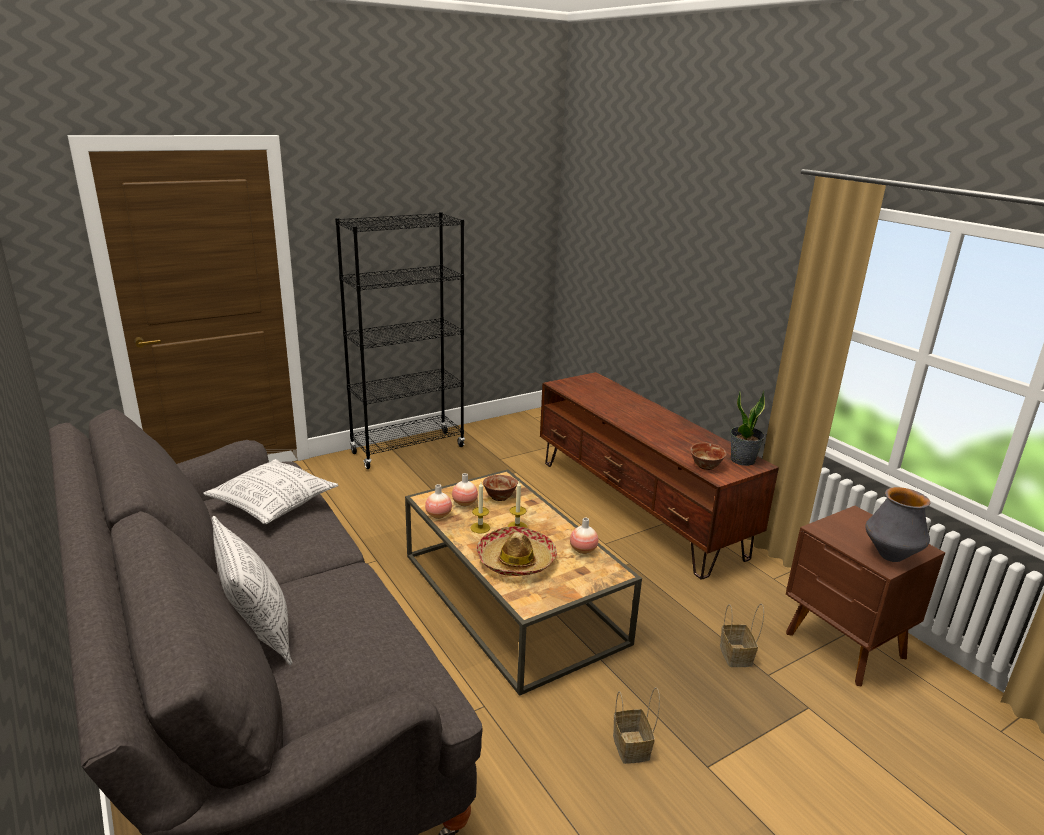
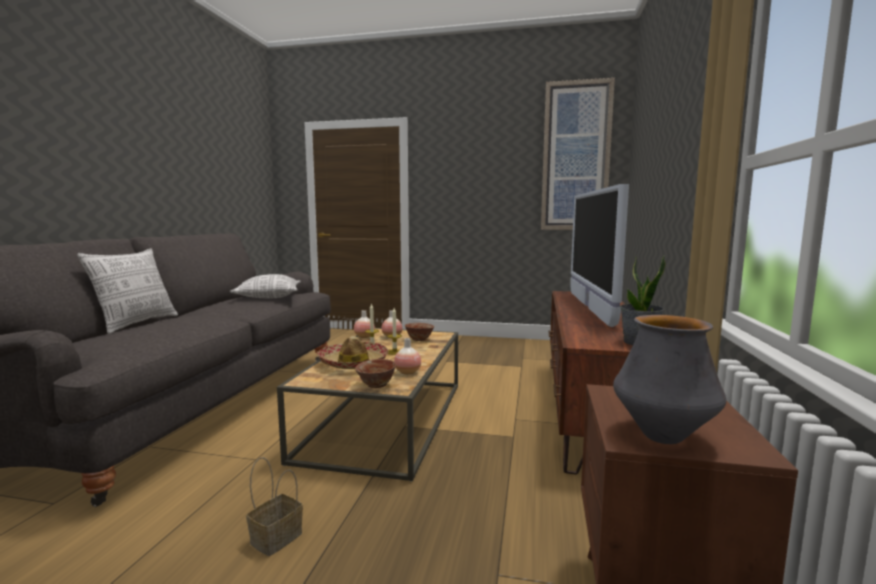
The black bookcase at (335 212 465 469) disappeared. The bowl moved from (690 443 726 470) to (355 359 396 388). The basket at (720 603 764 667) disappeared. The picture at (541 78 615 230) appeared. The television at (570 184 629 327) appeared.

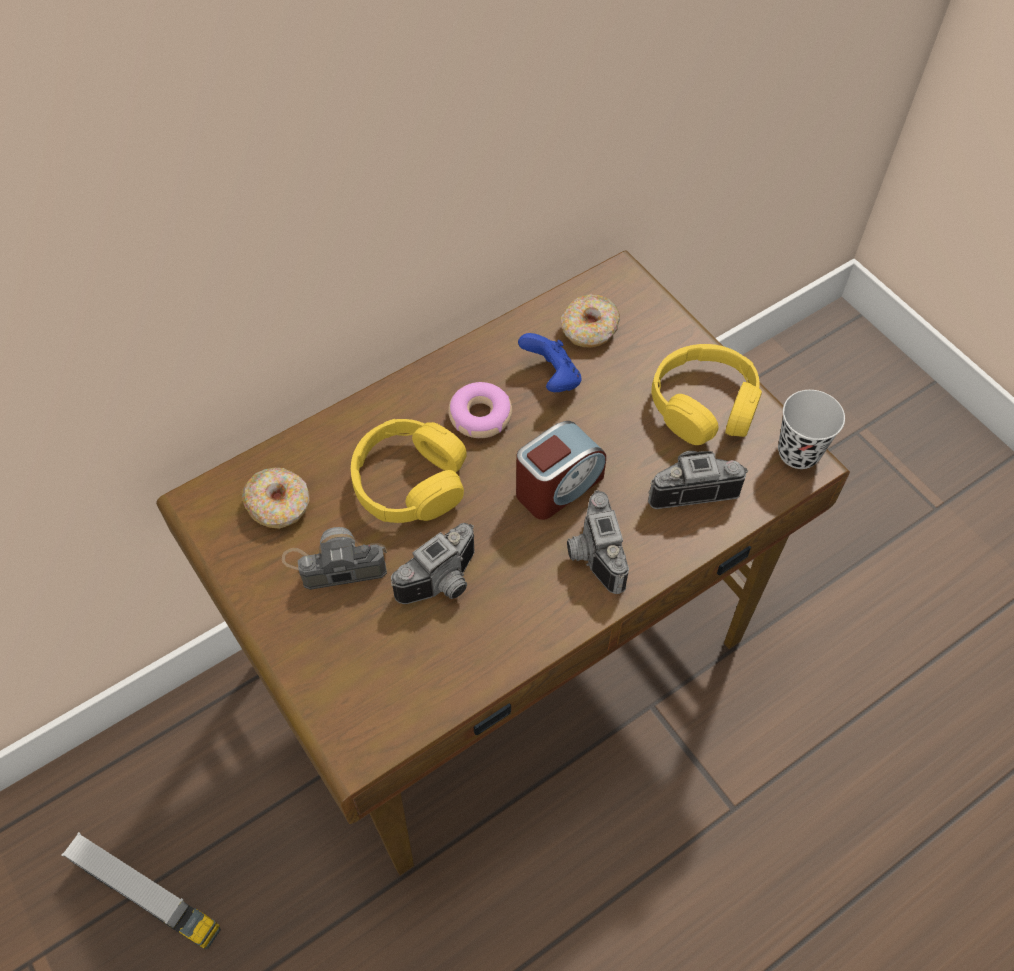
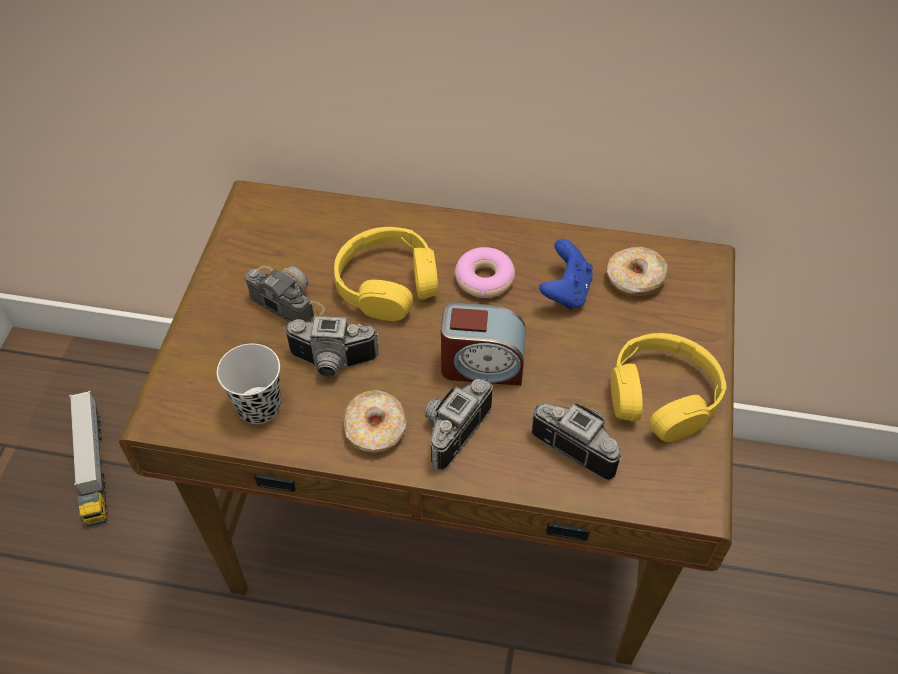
The black cup moved from (778 390 845 469) to (217 344 281 424). The donut moved from (242 468 310 529) to (343 390 406 454).

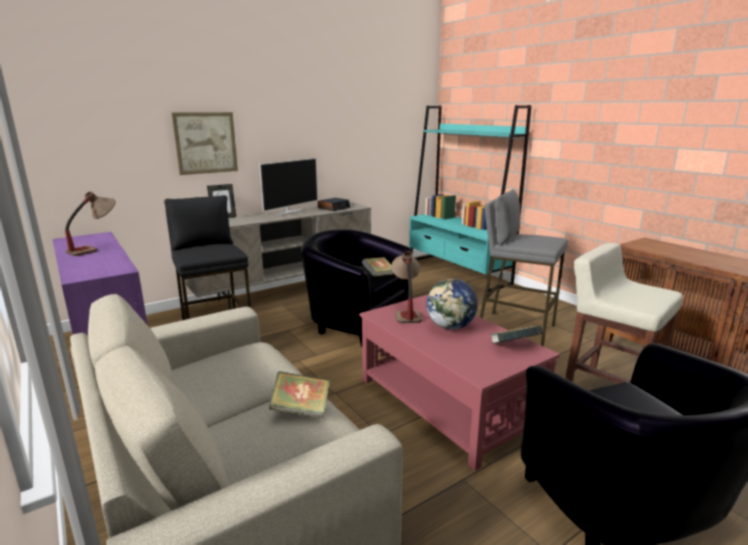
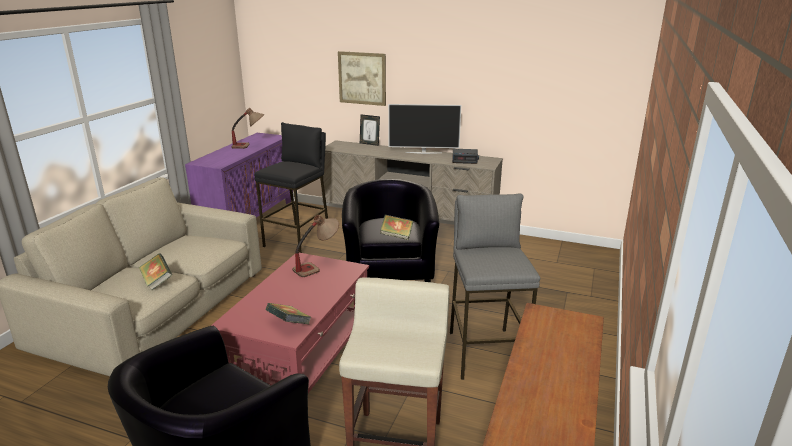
The turquoise bookcase at (409 105 532 292) disappeared. The globe at (426 279 478 330) disappeared.

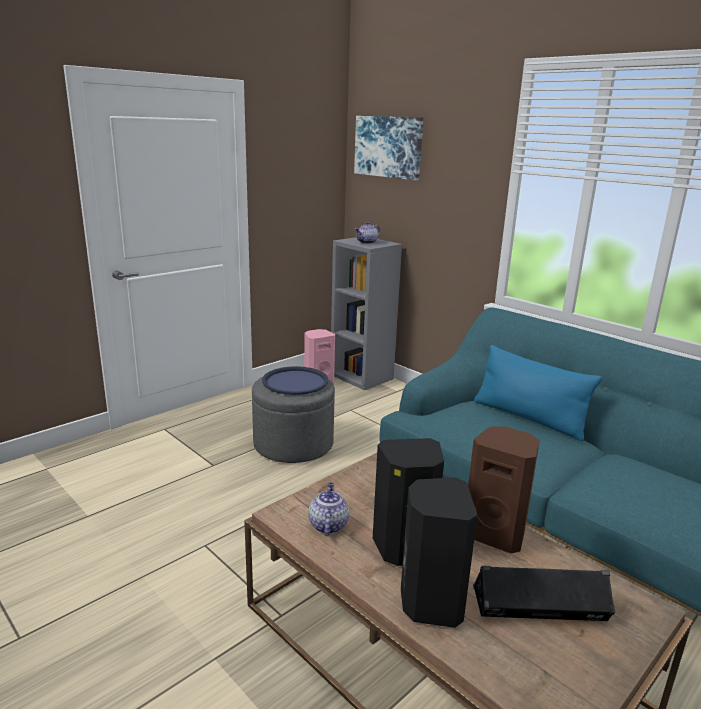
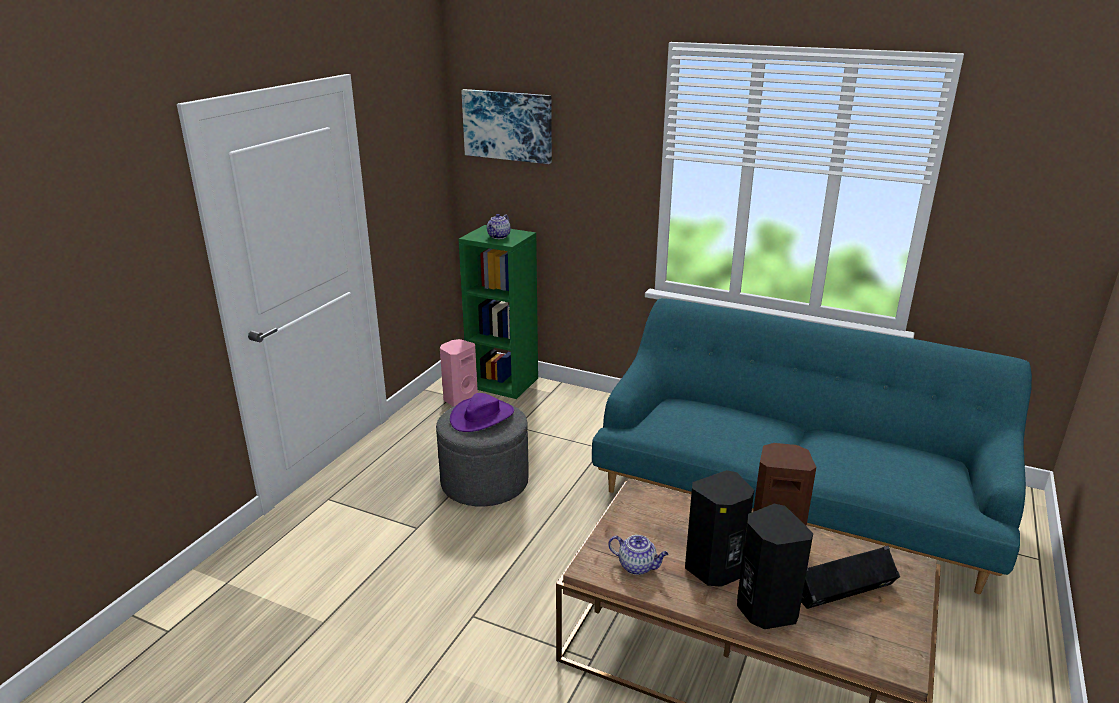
The grey bookcase at (331 237 402 390) became the green bookcase at (459 225 538 399). The blue pillow at (474 345 602 441) disappeared. The blue tray at (262 366 328 395) was replaced by the purple hat at (450 393 514 432). The teapot at (308 482 349 535) turned 135 degrees clockwise.

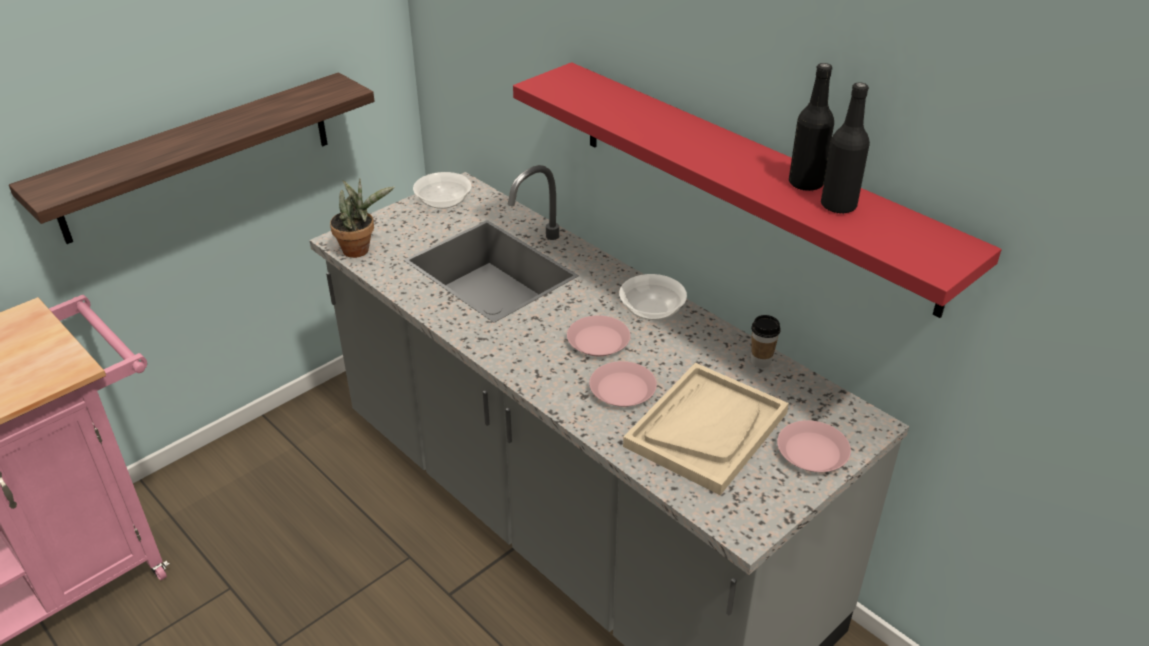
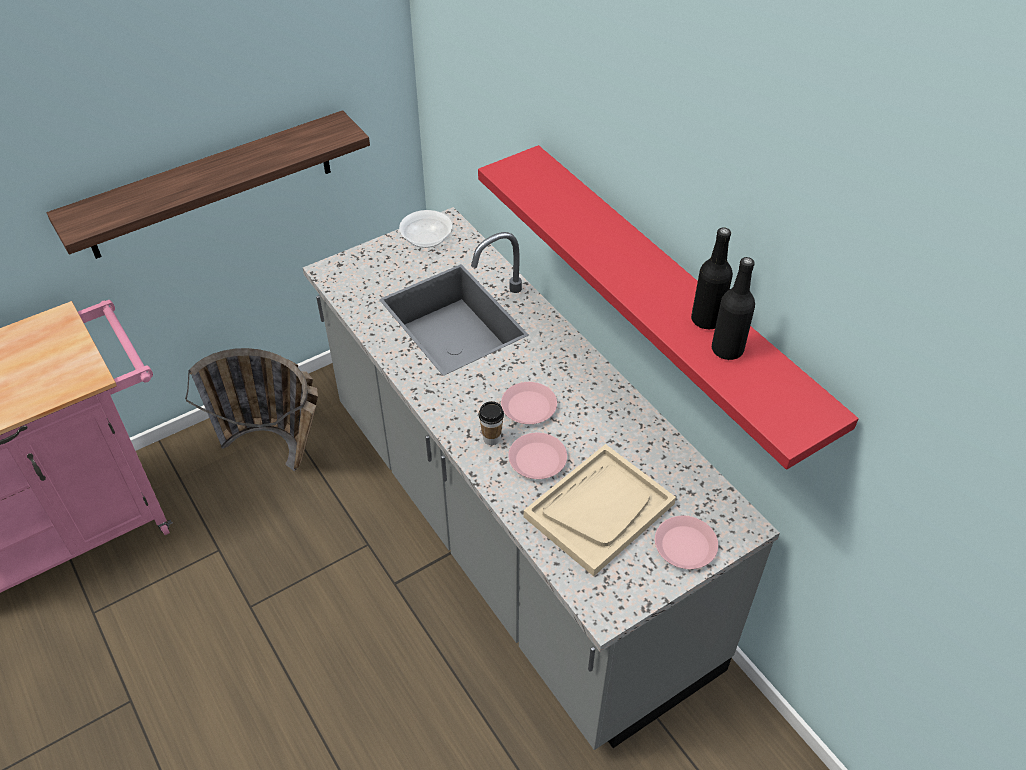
The potted plant at (330 178 395 258) disappeared. The bowl at (619 274 687 320) disappeared. The cup moved from (751 315 781 368) to (478 401 504 445). The basket at (185 348 318 471) appeared.

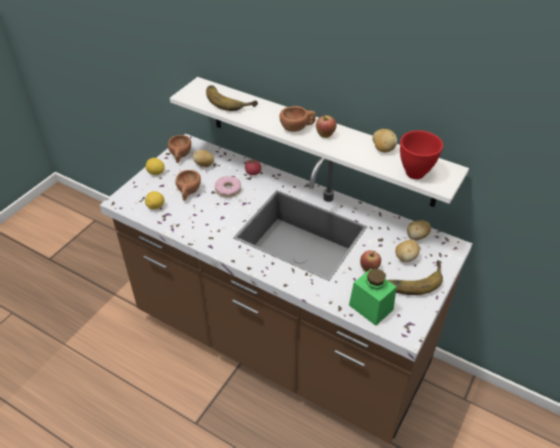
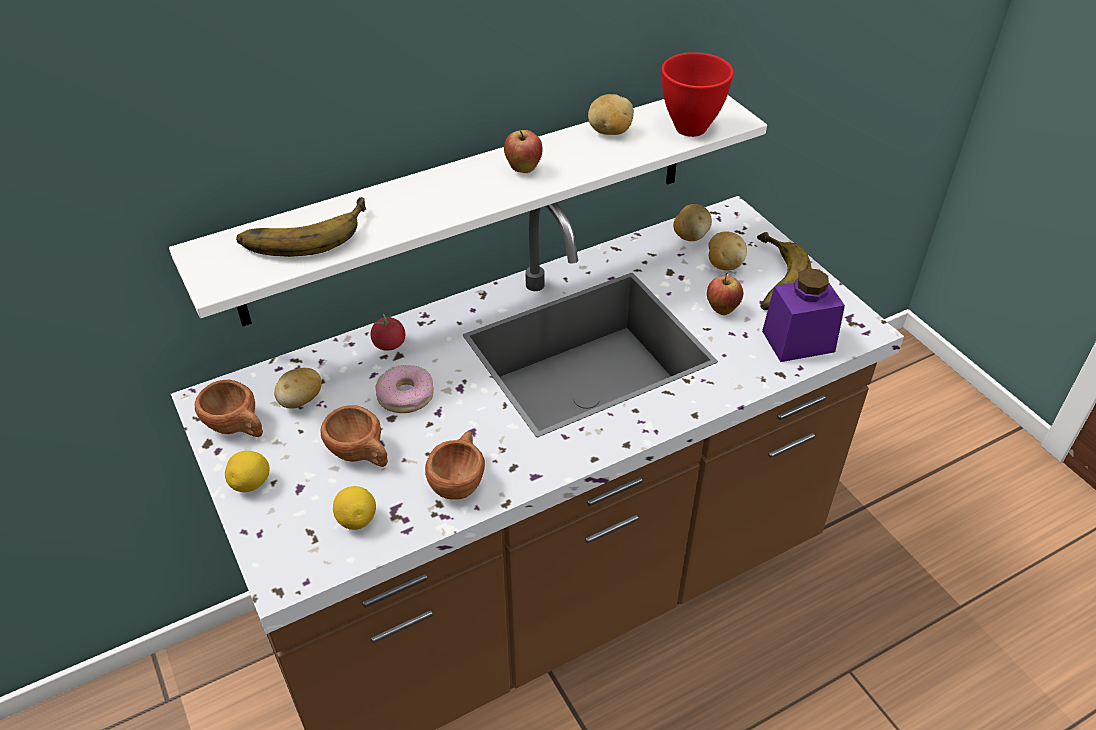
The brown cup moved from (279 106 316 132) to (425 431 485 500). The green jar at (349 269 397 326) became the purple jar at (762 268 845 362).

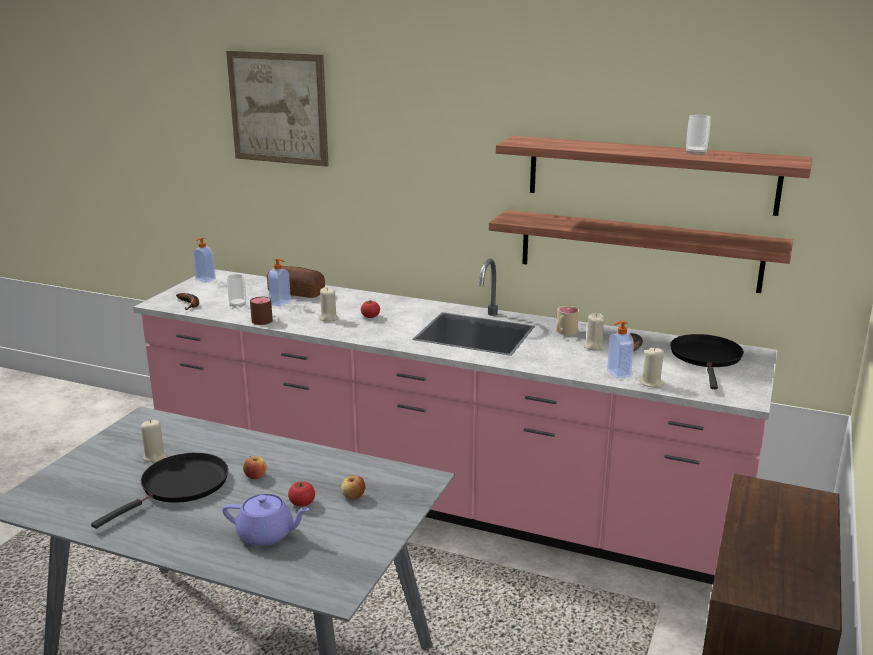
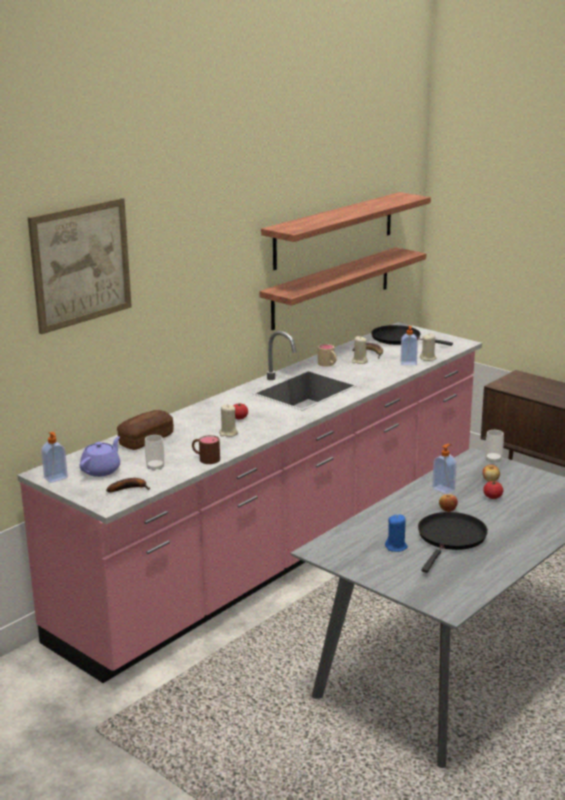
The cup moved from (686 115 711 155) to (485 430 504 463). The soap dispenser moved from (268 258 291 307) to (432 444 457 494). The beige candle at (141 419 167 463) became the blue candle at (385 514 408 552). The black frying pan at (91 453 228 529) turned 60 degrees clockwise. The purple teapot moved from (223 494 310 546) to (80 436 120 477).

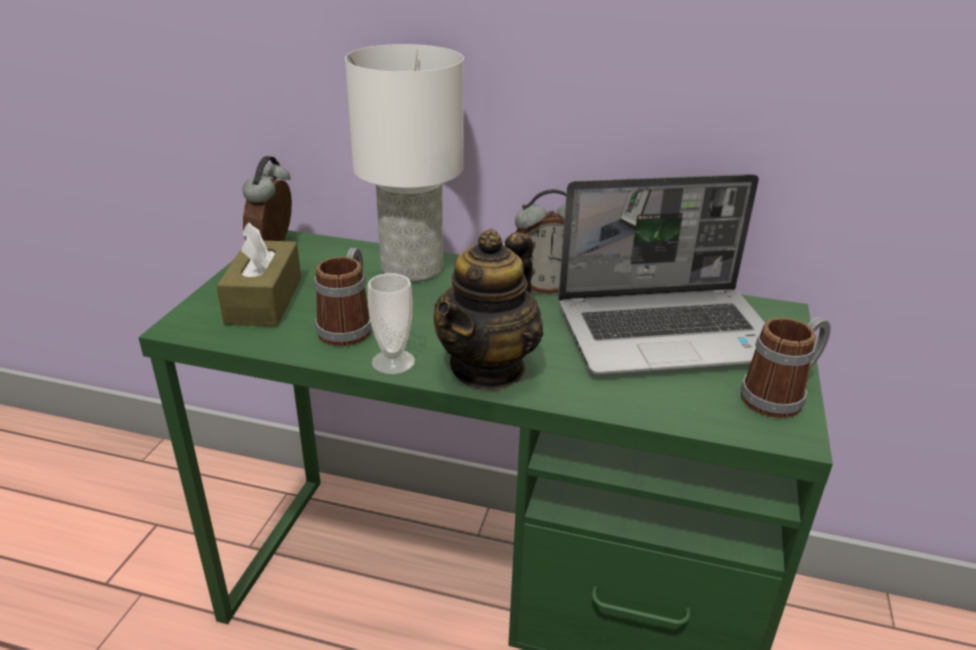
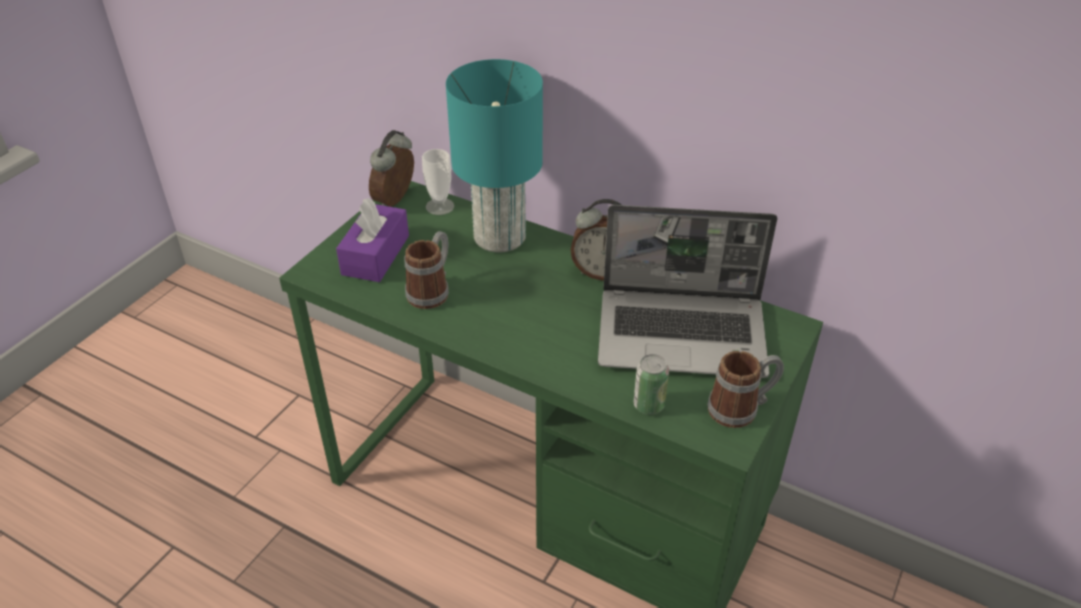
The white table lamp at (345 44 464 282) became the turquoise table lamp at (446 59 543 252). The brown tissue box at (217 222 301 326) became the purple tissue box at (336 198 409 282). The teapot at (434 229 544 391) disappeared. The cup moved from (367 273 415 375) to (422 149 454 215). The can at (634 354 669 415) appeared.

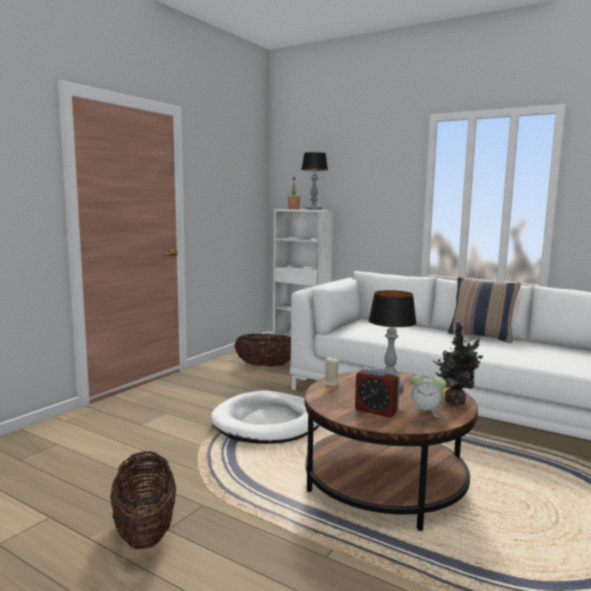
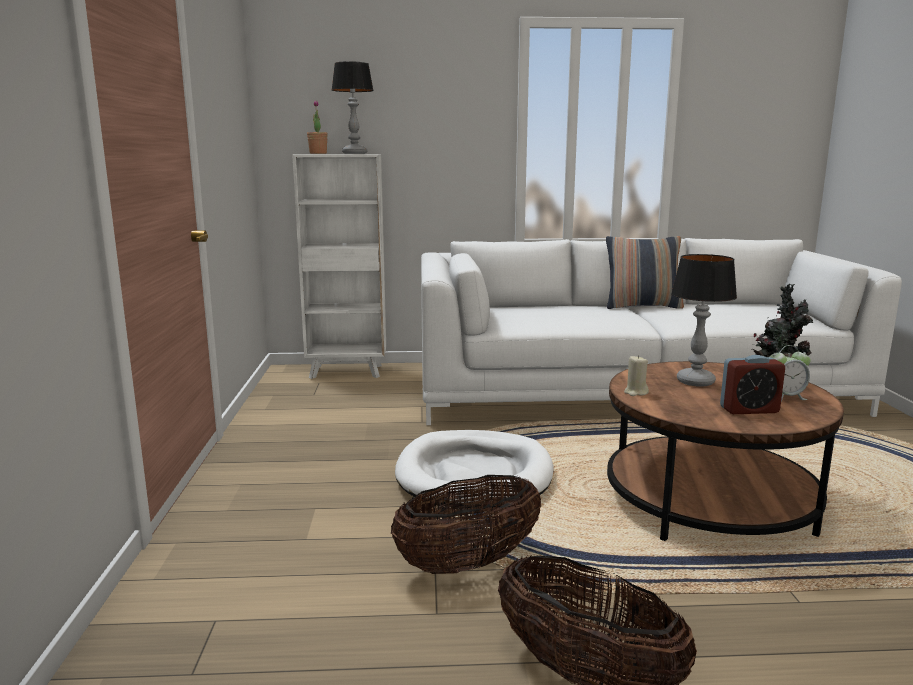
The basket moved from (234 334 291 367) to (391 475 541 574).

